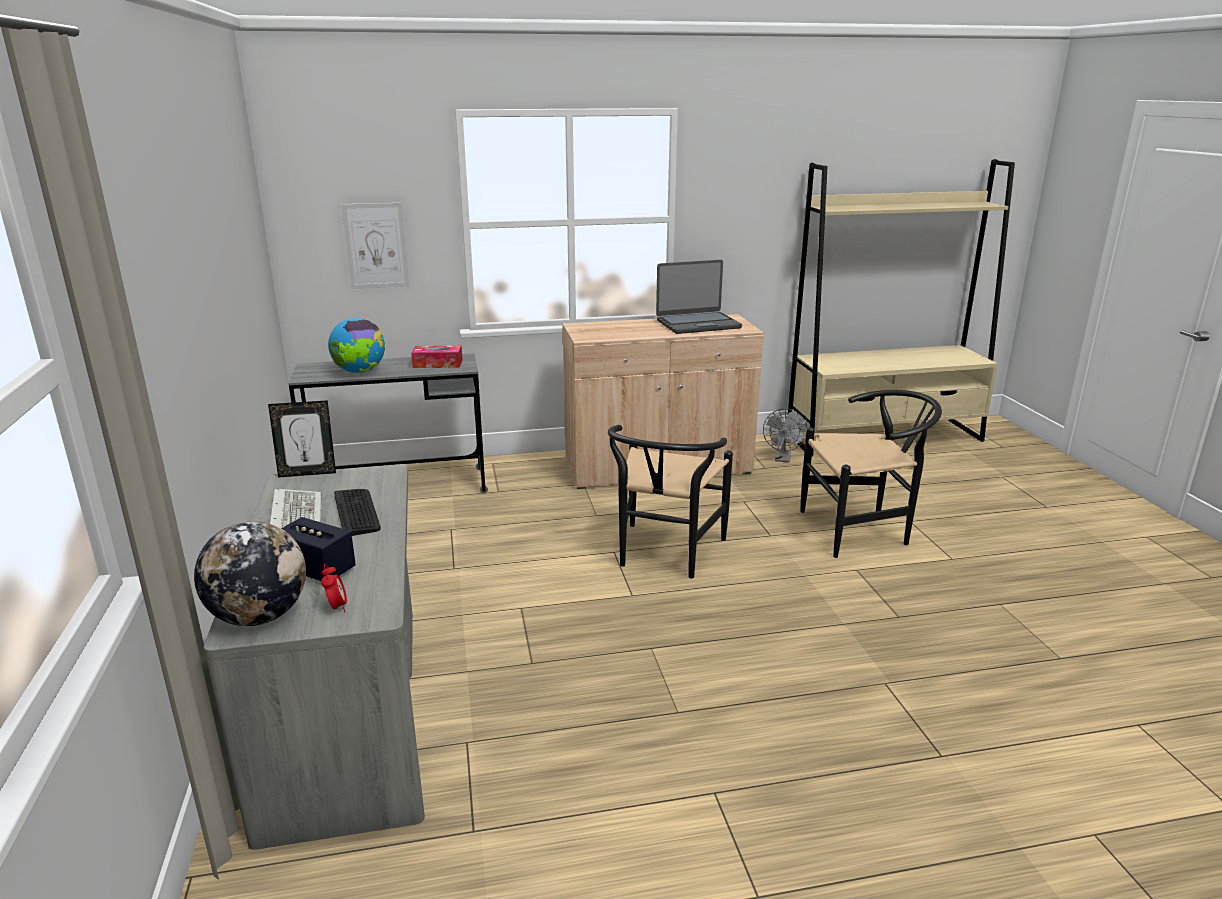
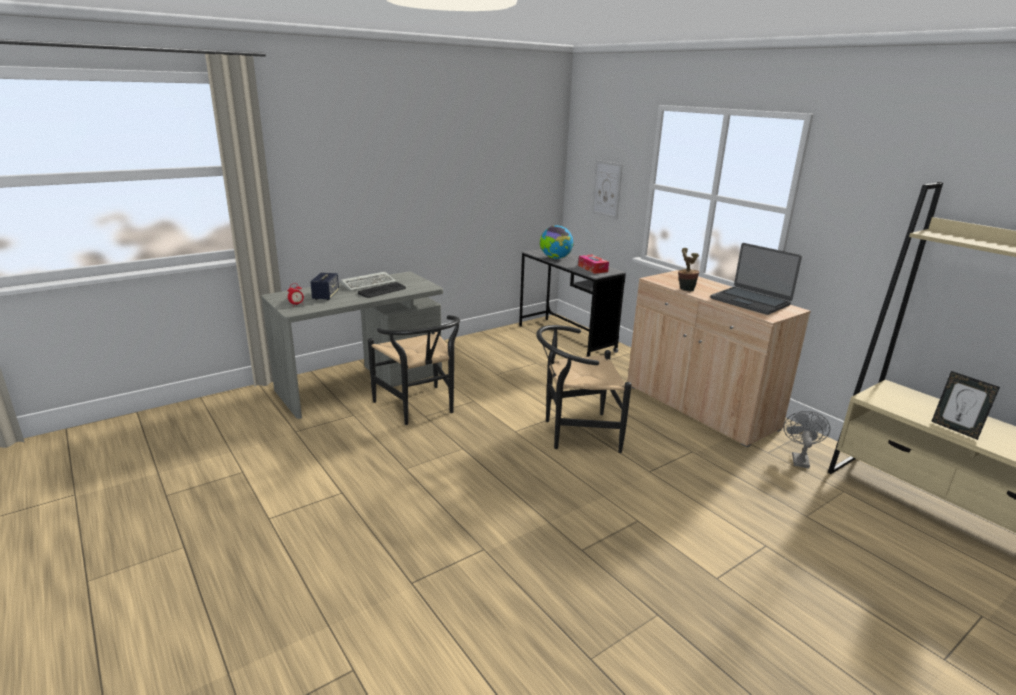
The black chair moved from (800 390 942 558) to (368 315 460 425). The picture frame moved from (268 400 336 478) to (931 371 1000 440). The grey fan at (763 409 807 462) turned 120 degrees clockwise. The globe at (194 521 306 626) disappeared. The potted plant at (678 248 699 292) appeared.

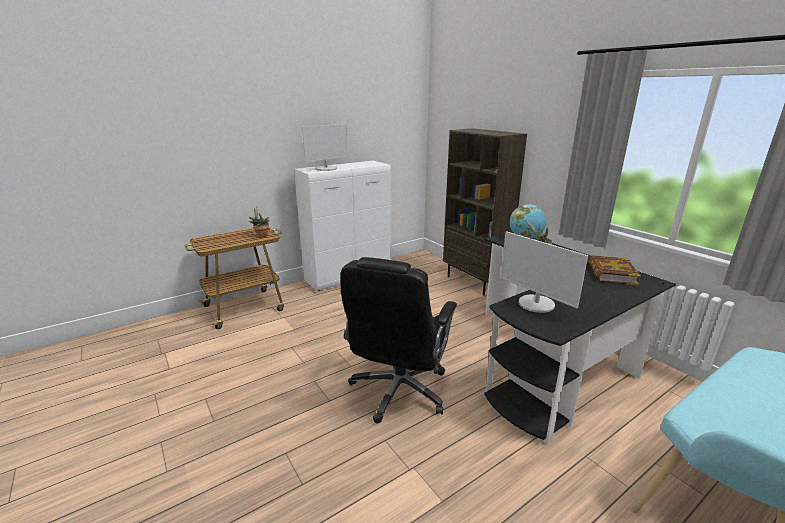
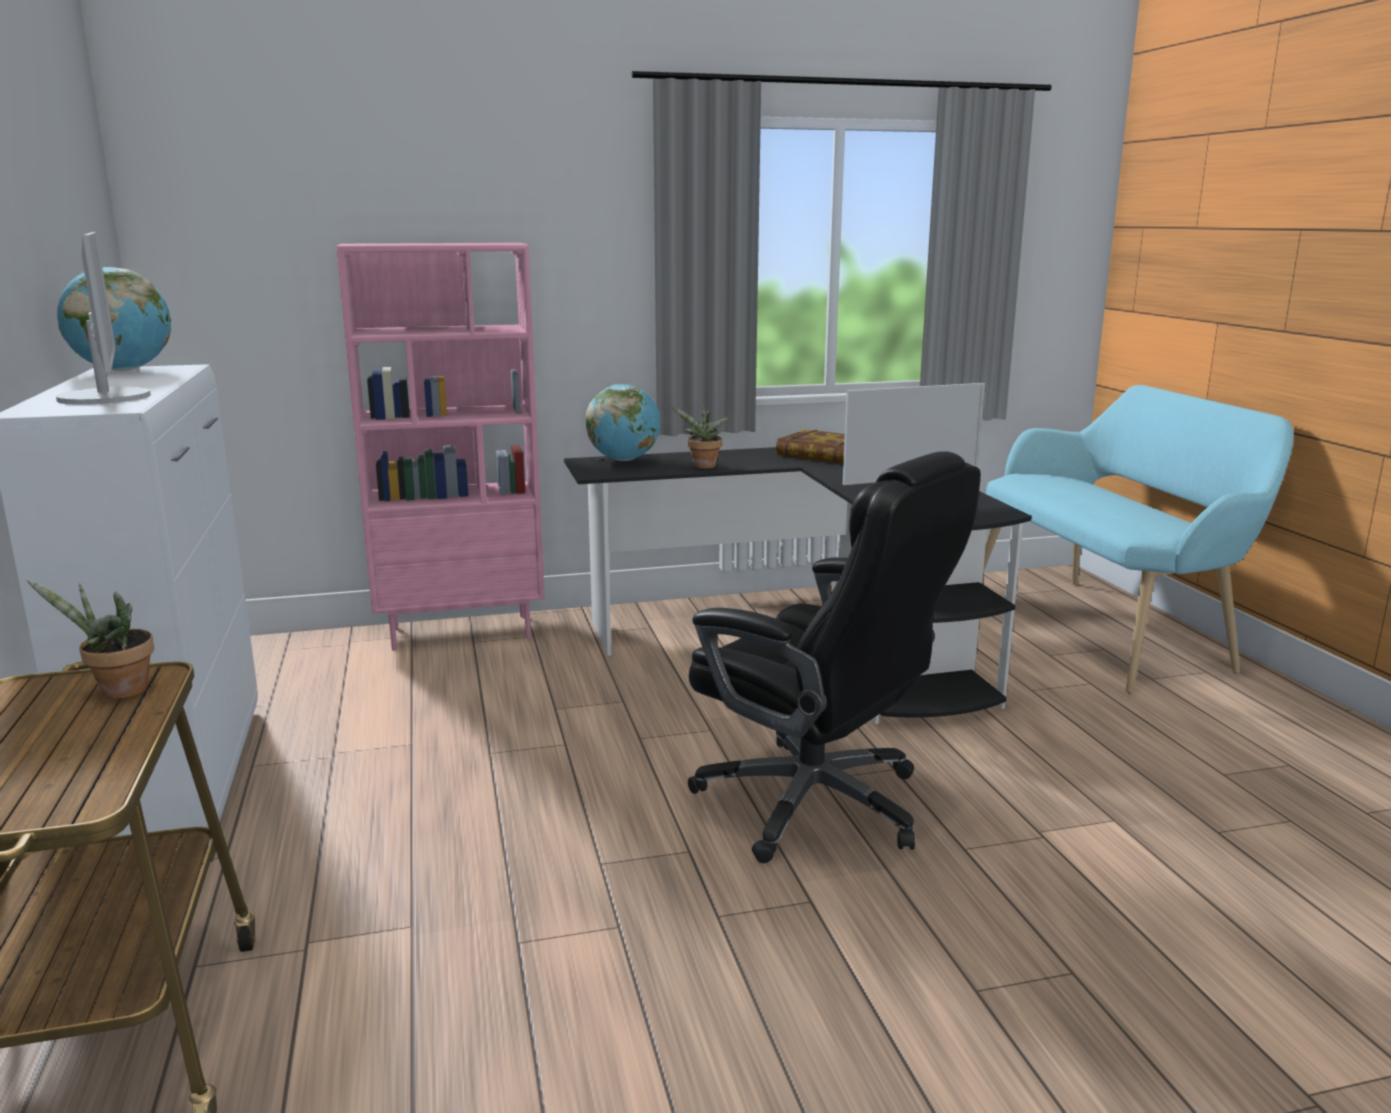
The brown bookcase at (443 128 527 295) became the pink bookcase at (336 243 545 651). The globe at (57 267 171 371) appeared.

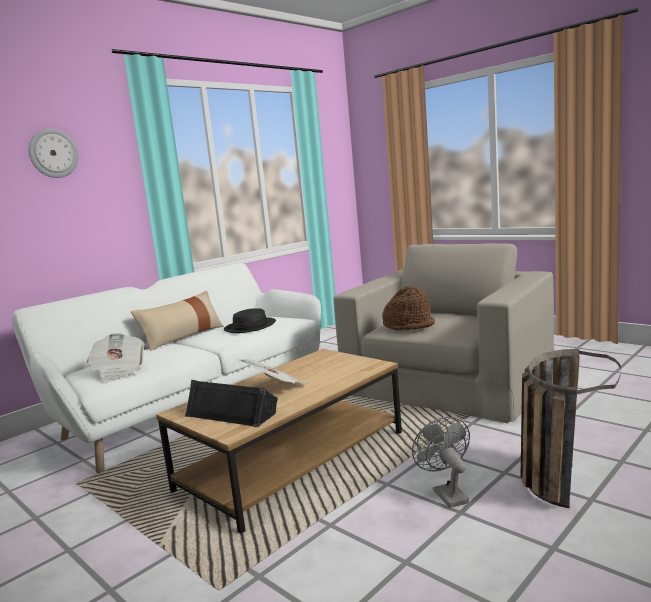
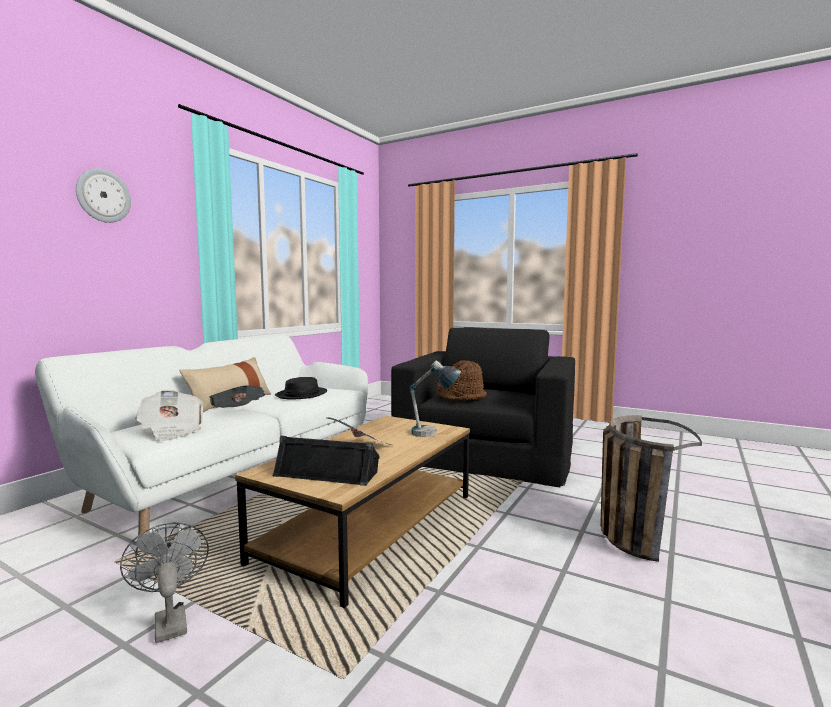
The beige armchair at (333 243 554 423) became the black armchair at (391 327 575 487). The grey fan moved from (412 417 470 508) to (120 522 209 643). The table lamp at (409 360 461 437) appeared. The newspaper at (209 385 265 408) appeared.

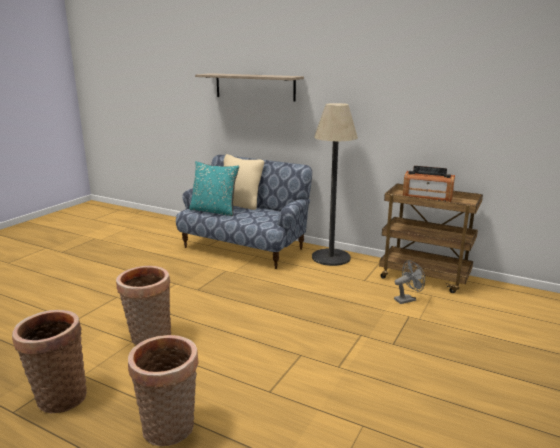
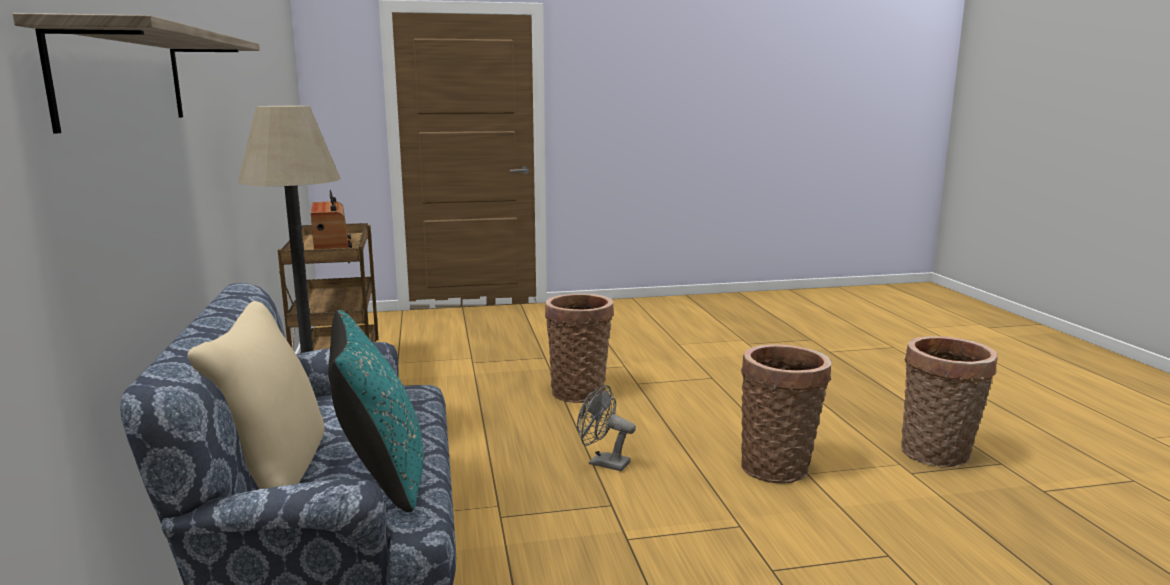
The grey fan moved from (394 260 425 304) to (577 385 636 471). The basket moved from (128 335 199 446) to (545 294 614 403).

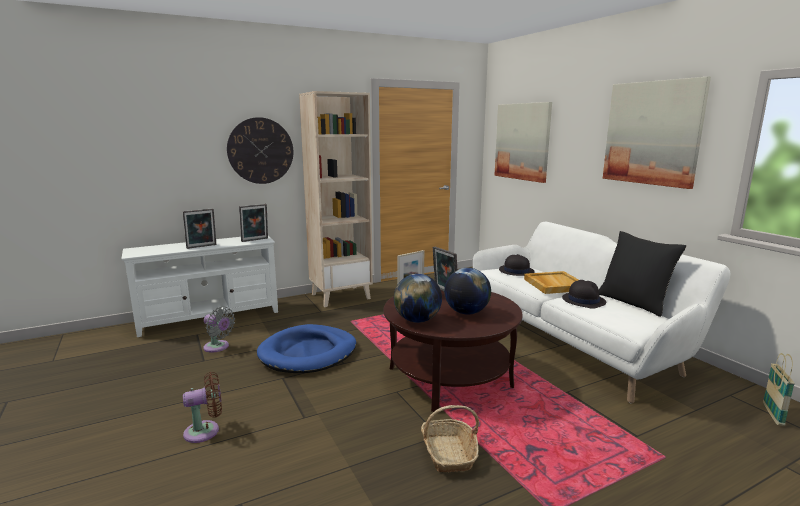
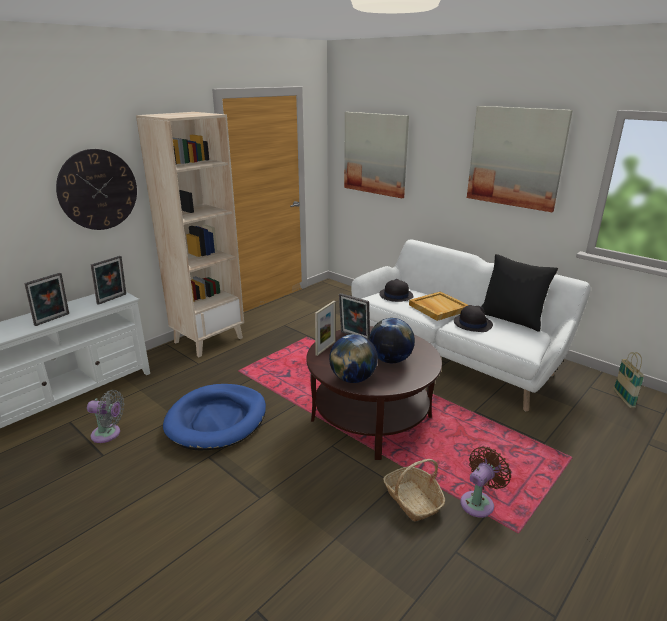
The brown fan moved from (183 372 222 443) to (460 446 511 518).

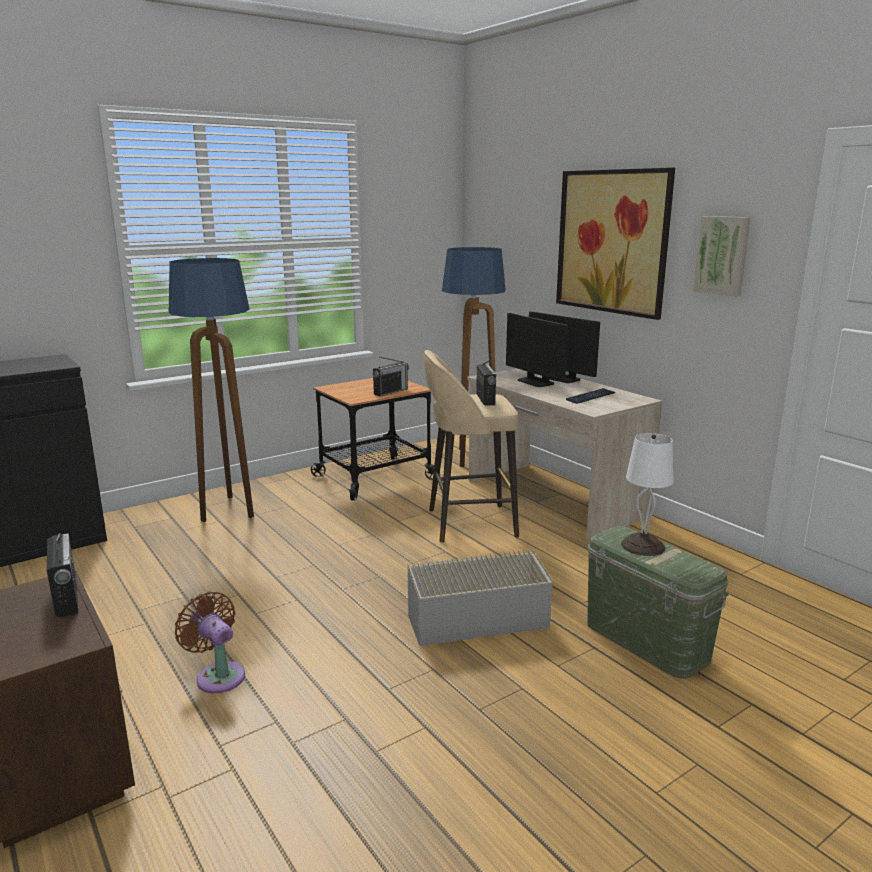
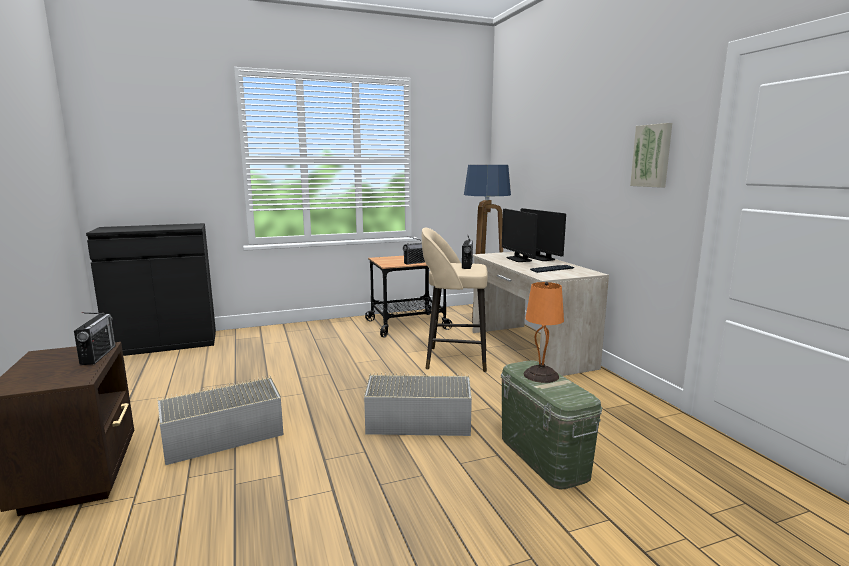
The picture at (556 168 675 320) disappeared. The floor lamp at (169 258 254 522) disappeared. The white table lamp at (621 433 674 556) became the orange table lamp at (524 282 564 383). The brown fan at (175 592 245 693) was replaced by the grey storage box at (157 376 283 465).

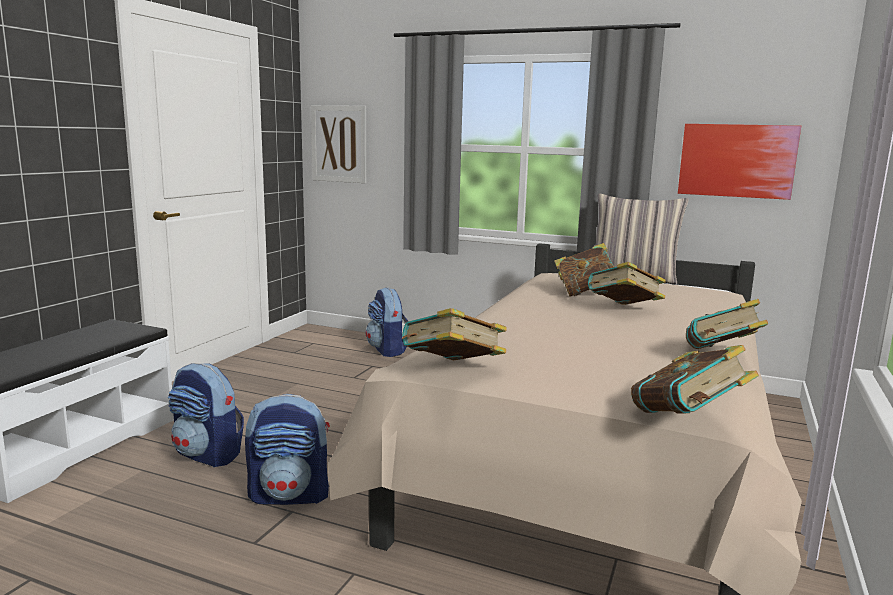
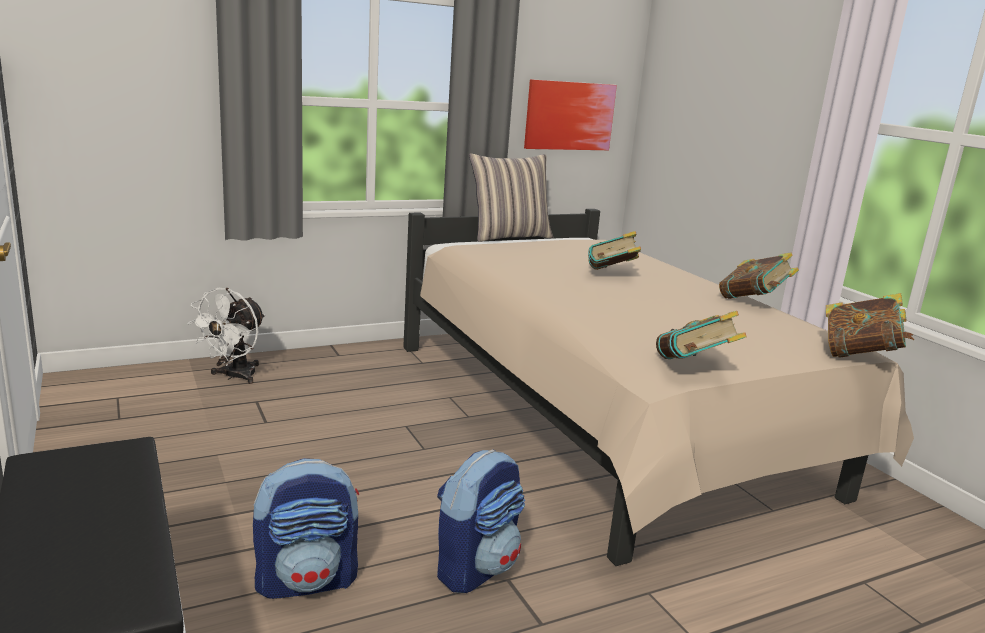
The picture at (311 105 366 183) disappeared. The book at (554 243 614 297) disappeared. The backpack at (366 287 408 357) was replaced by the white fan at (188 288 265 384).

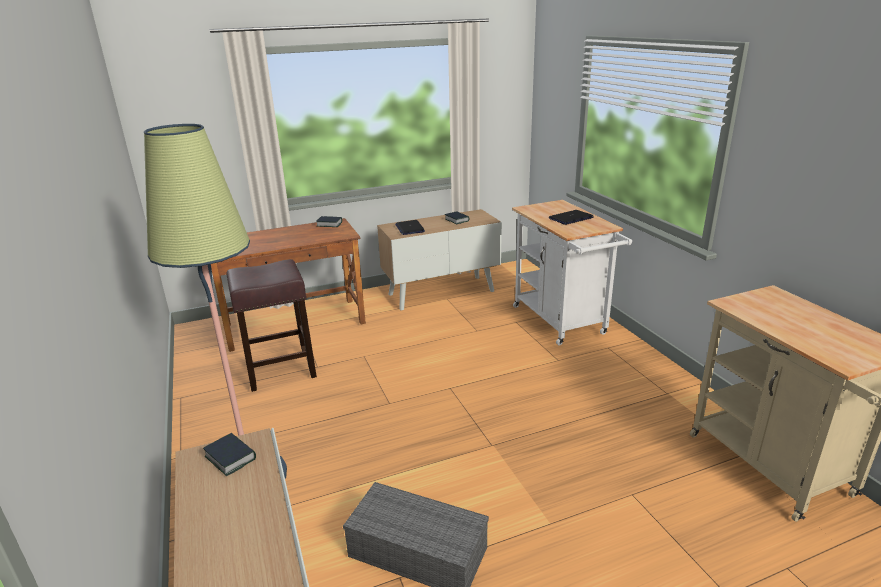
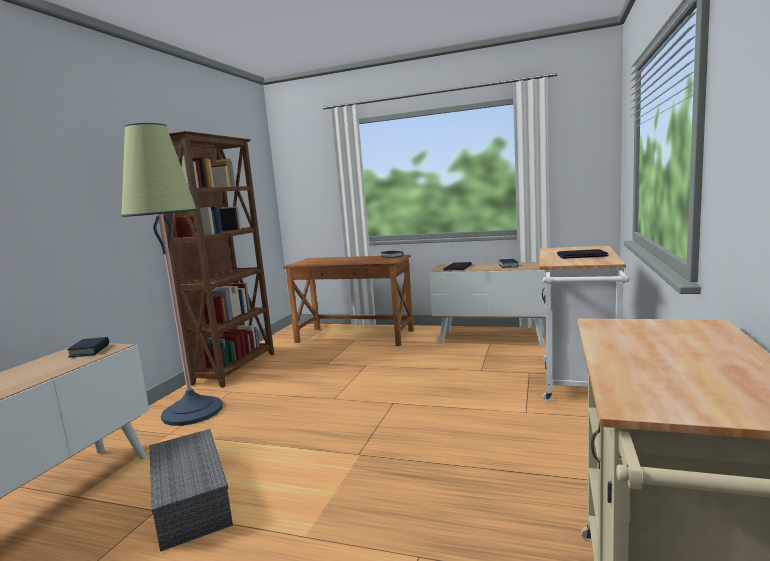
The brown stool at (227 259 317 392) disappeared. The brown bookcase at (163 131 274 388) appeared.

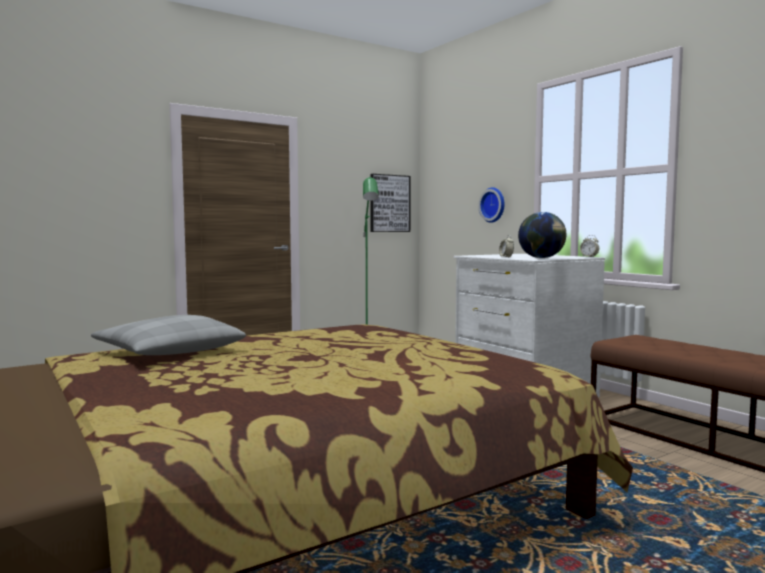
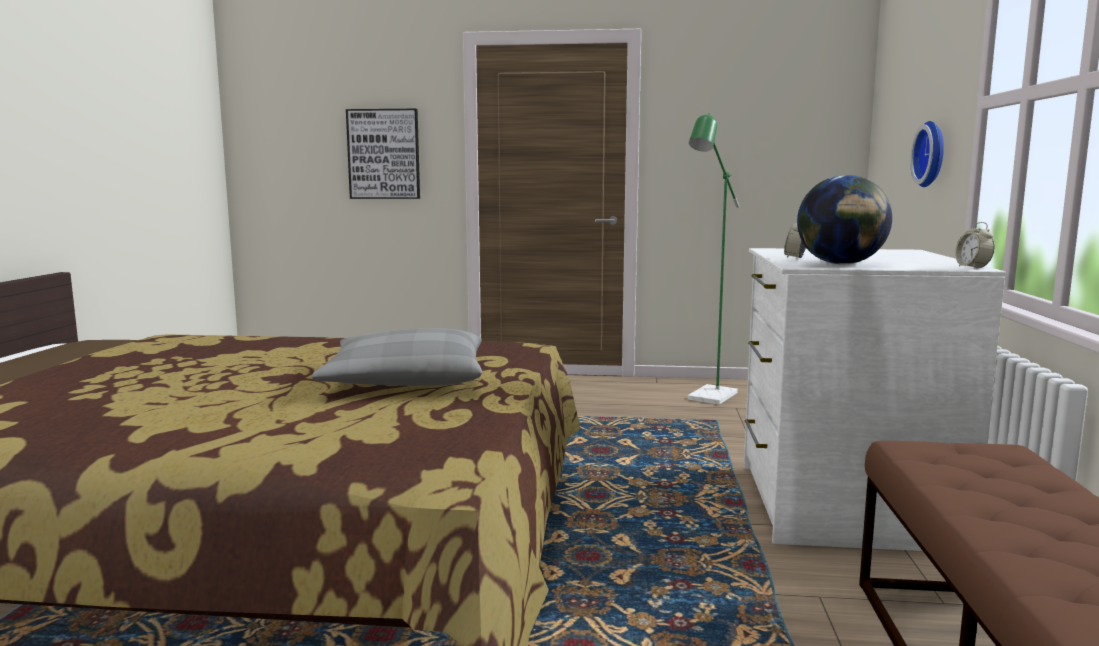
The picture moved from (371 174 411 232) to (346 109 420 199). The grey pillow moved from (91 315 246 355) to (312 328 482 386).

